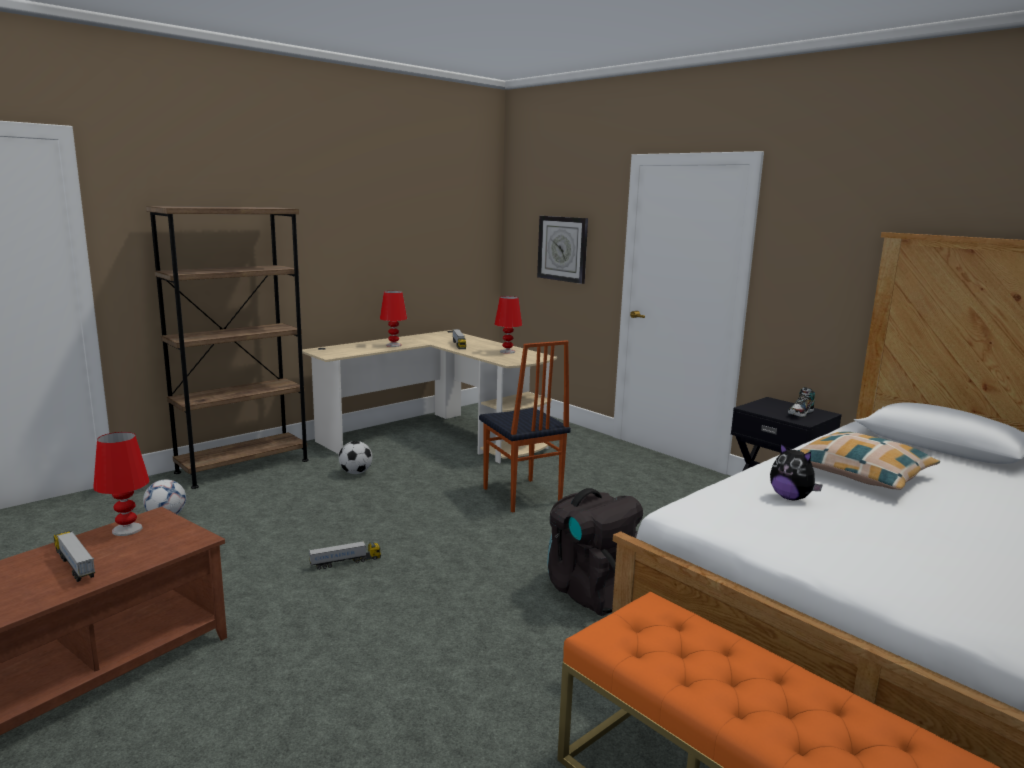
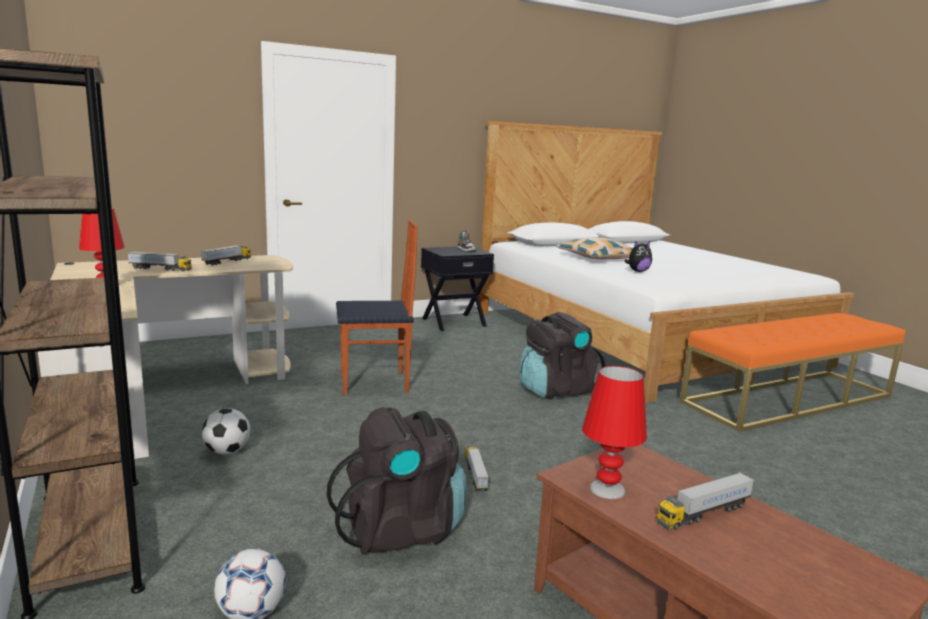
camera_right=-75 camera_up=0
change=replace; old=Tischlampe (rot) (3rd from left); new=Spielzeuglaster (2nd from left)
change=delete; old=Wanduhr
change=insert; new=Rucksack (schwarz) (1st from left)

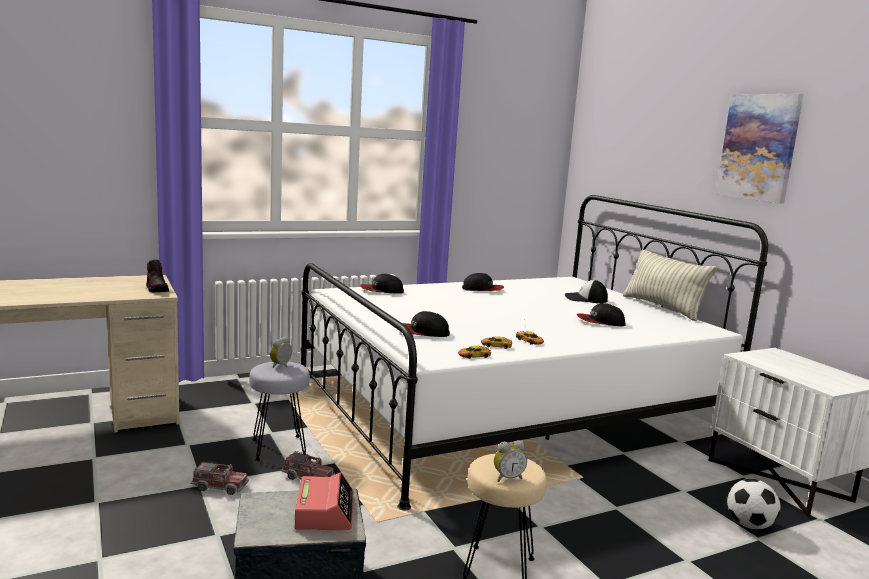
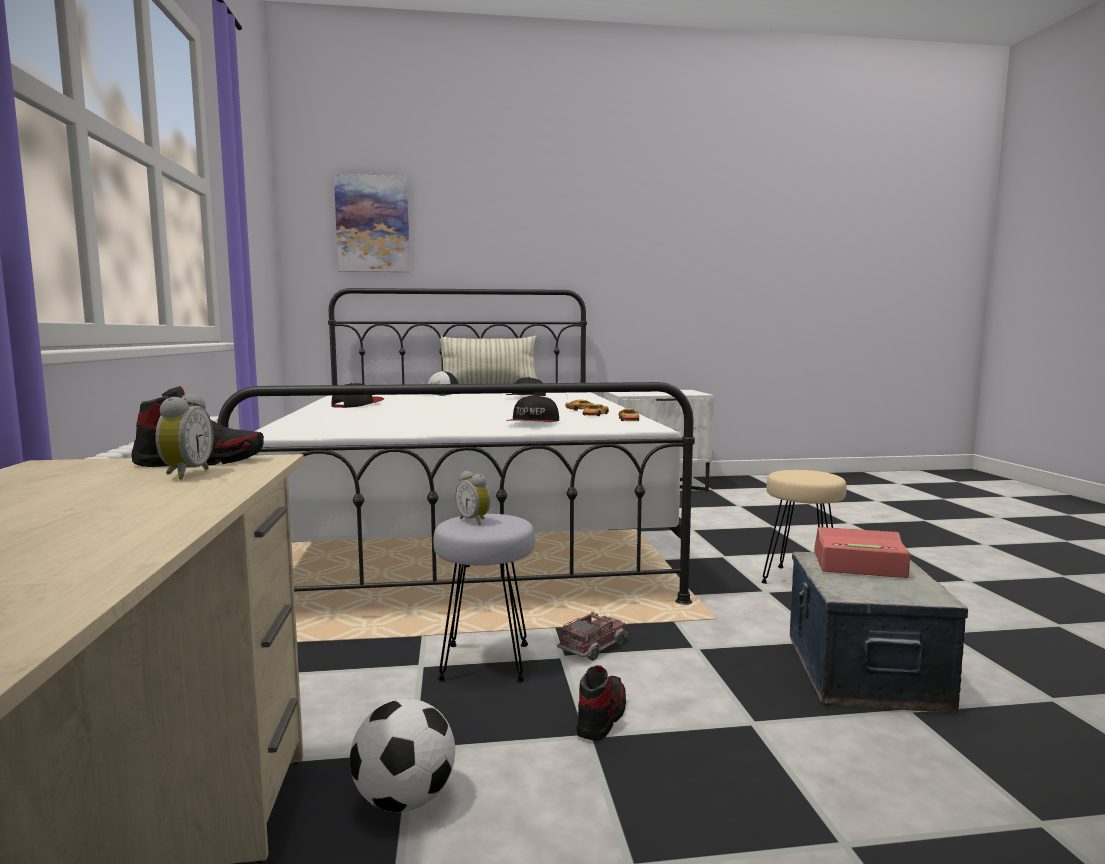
camera_right=-70 camera_up=-5
change=replace; old=Spielzeuglaster (1st from left); new=Schuh (2nd from left)
change=delete; old=Kappe (1st from left)
change=move; old=Wecker (3rd from left in the first image); new=Wecker (1st from left)
change=move; old=Bild
change=move; old=Fußball

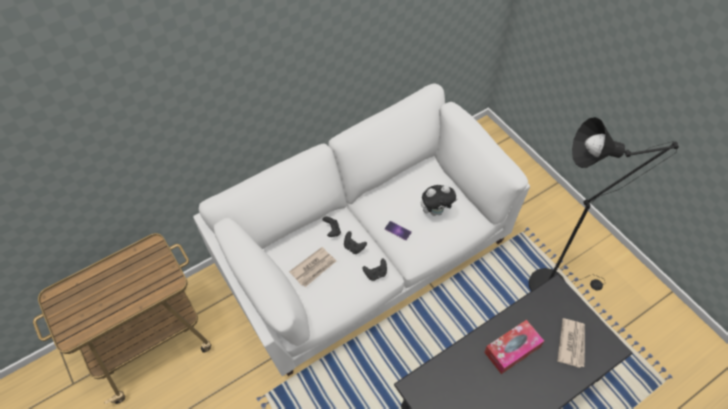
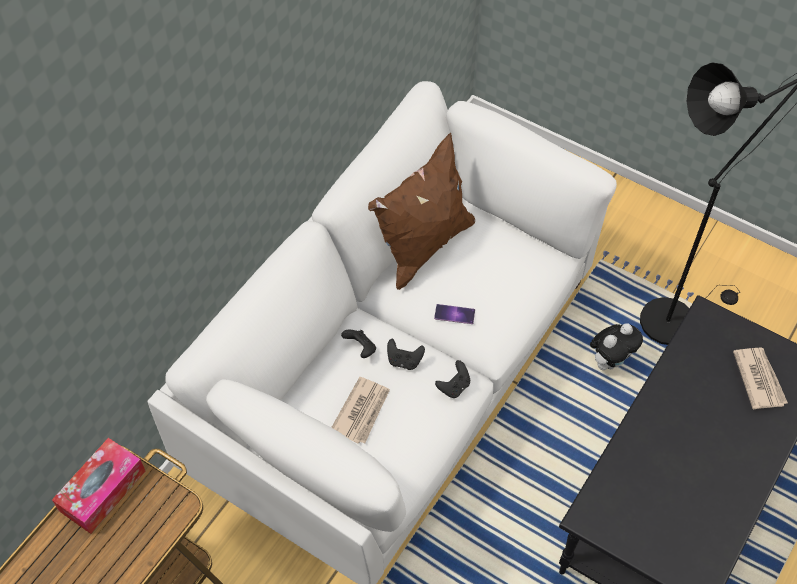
camera_right=-25 camera_up=0
change=move; old=Plüschtier
change=move; old=Taschentuchbox
change=insert; new=Kissen (braun)

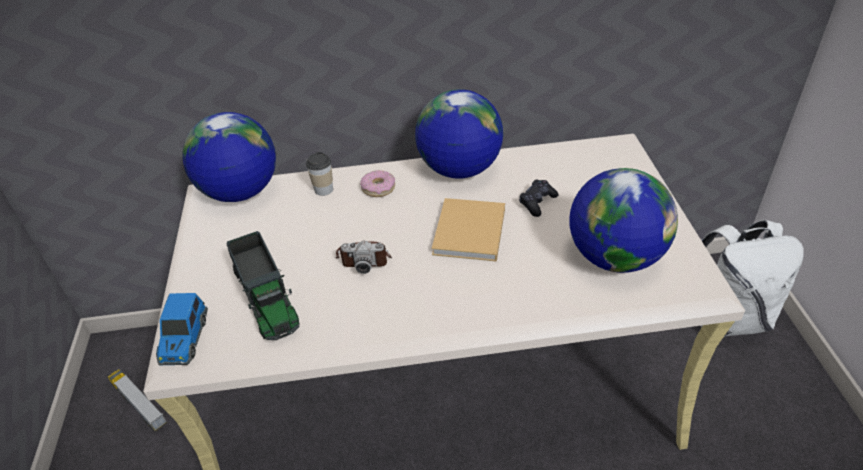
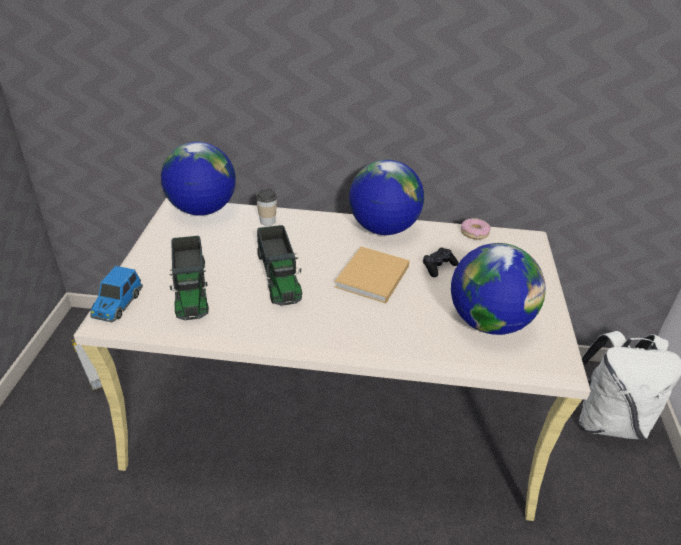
camera_right=10 camera_up=-5
change=replace; old=Kamera; new=Spielzeuglaster (3rd from left)
change=move; old=Donut

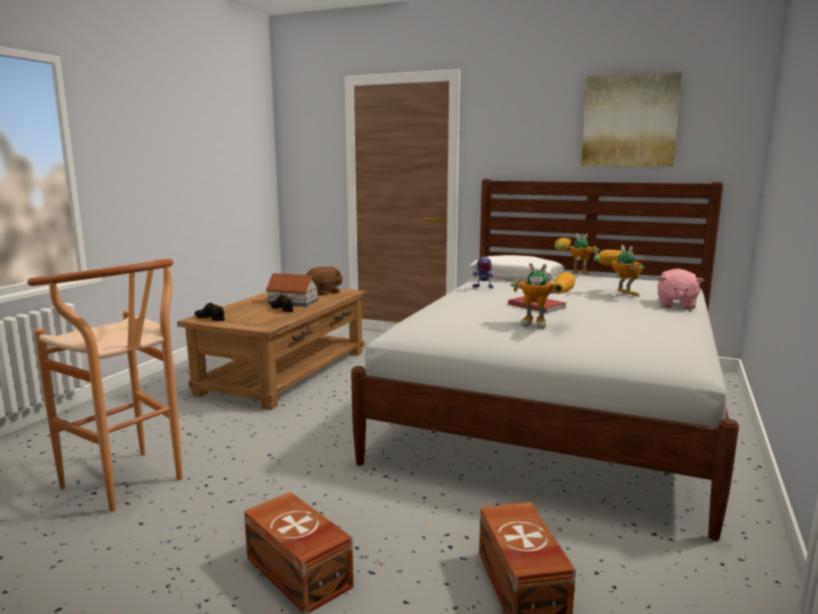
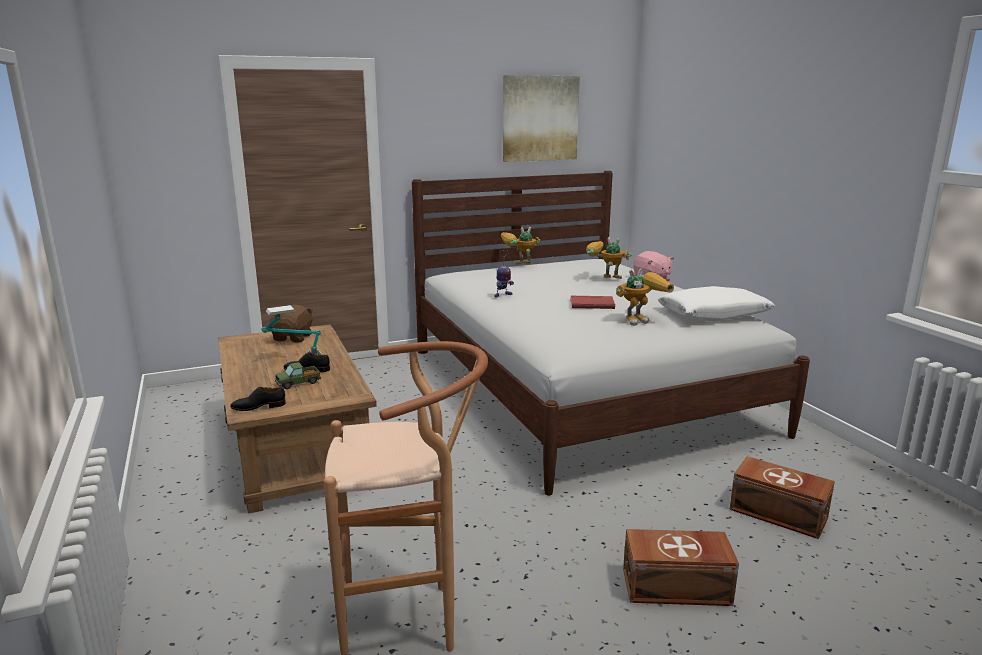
camera_right=-45 camera_up=5
change=replace; old=Spielzeughaus; new=Tischlampe
change=move; old=Kissen (weiß)
change=insert; new=Spielzeuglaster

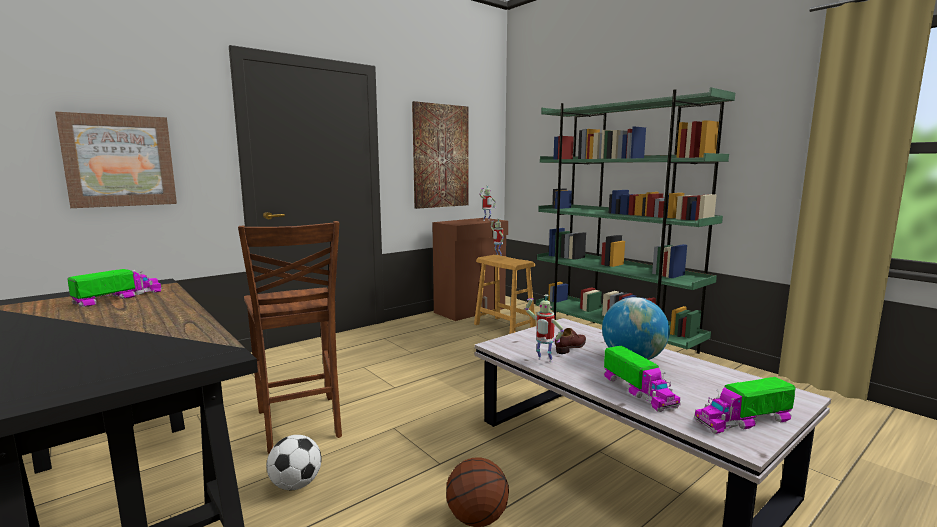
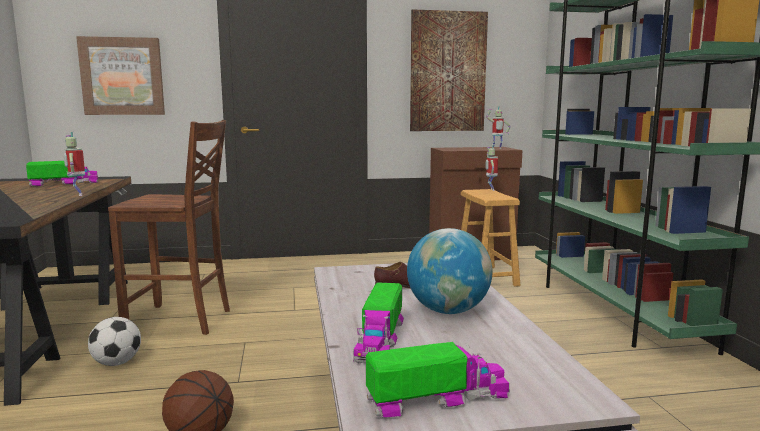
camera_right=30 camera_up=0
change=rotate; old=Stuhl (braun); degrees=-90
change=move; old=Spielzeugroboter (3rd from left in the first image); new=Spielzeugroboter (1st from left)
change=rotate; old=Spielzeuglaster (3rd from left); degrees=150

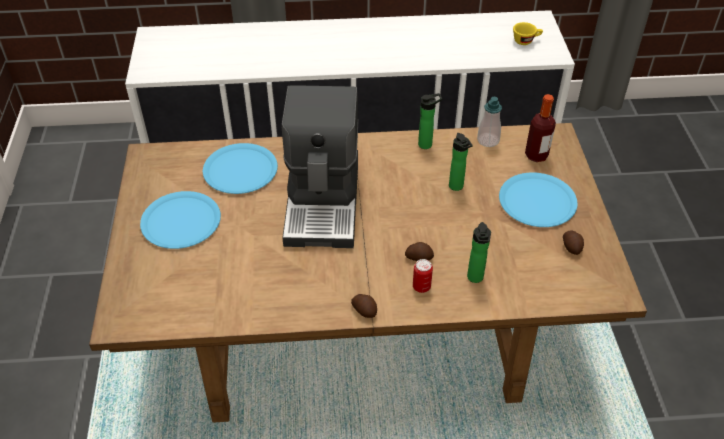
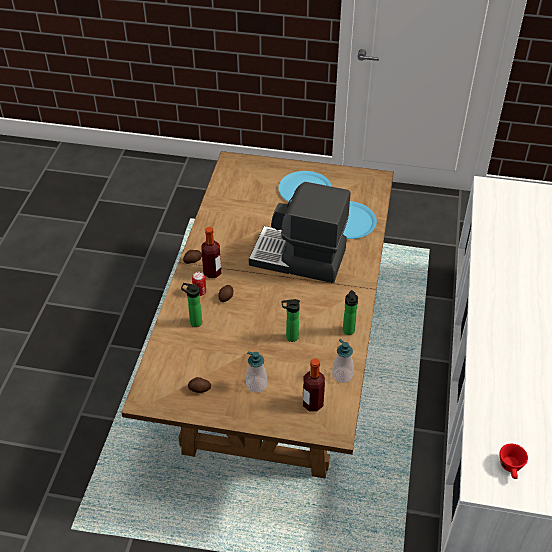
camera_right=105 camera_up=0
change=replace; old=Teller (blau) (3rd from left); new=Seifenspender (1st from left)
change=recolor; old=Tasse (gelb); new=Tasse (rot)
change=insert; new=Flasche (2nd from left)

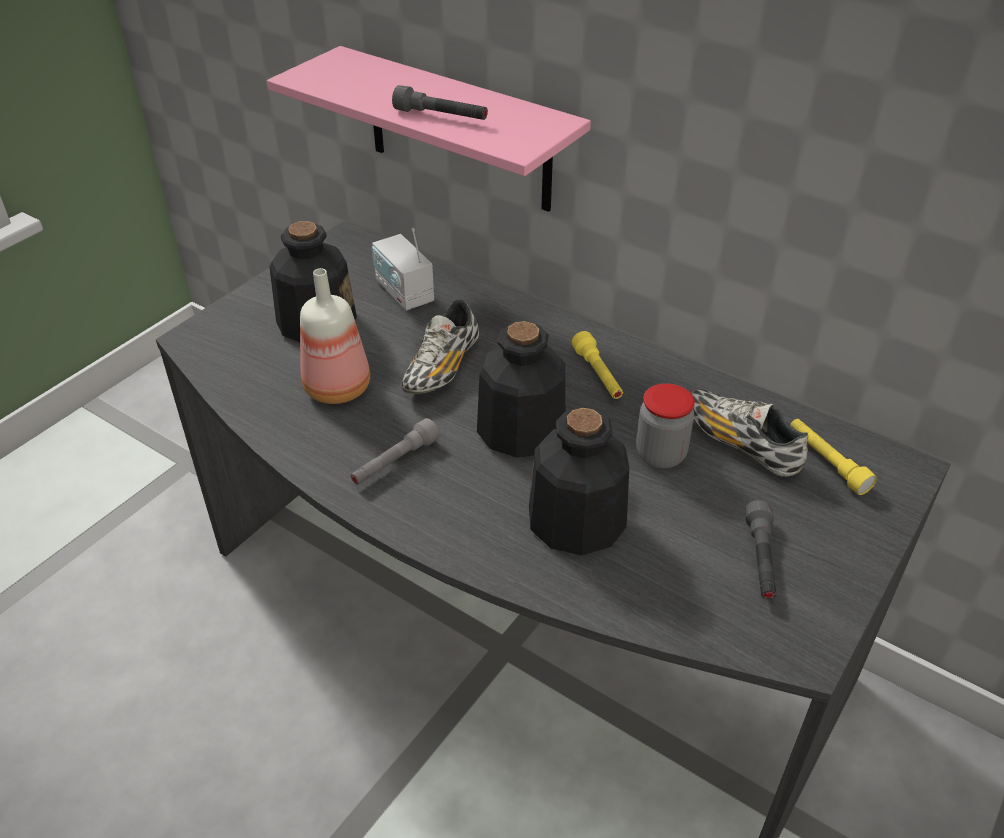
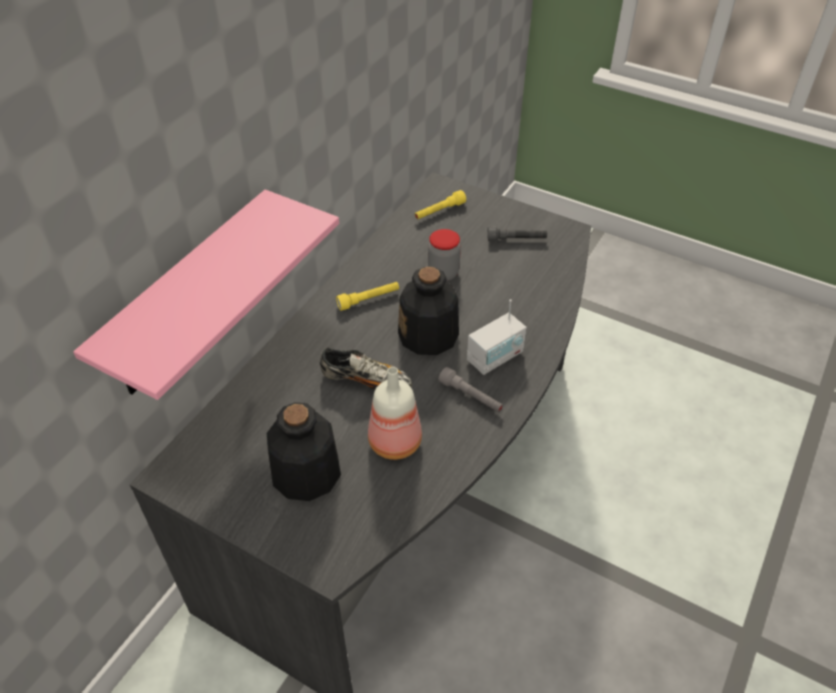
camera_right=-95 camera_up=5
change=move; old=Radio
change=delete; old=Taschenlampe (grau) (2nd from left)
change=delete; old=Flasche (4th from left)
change=delete; old=Schuh (2nd from left)

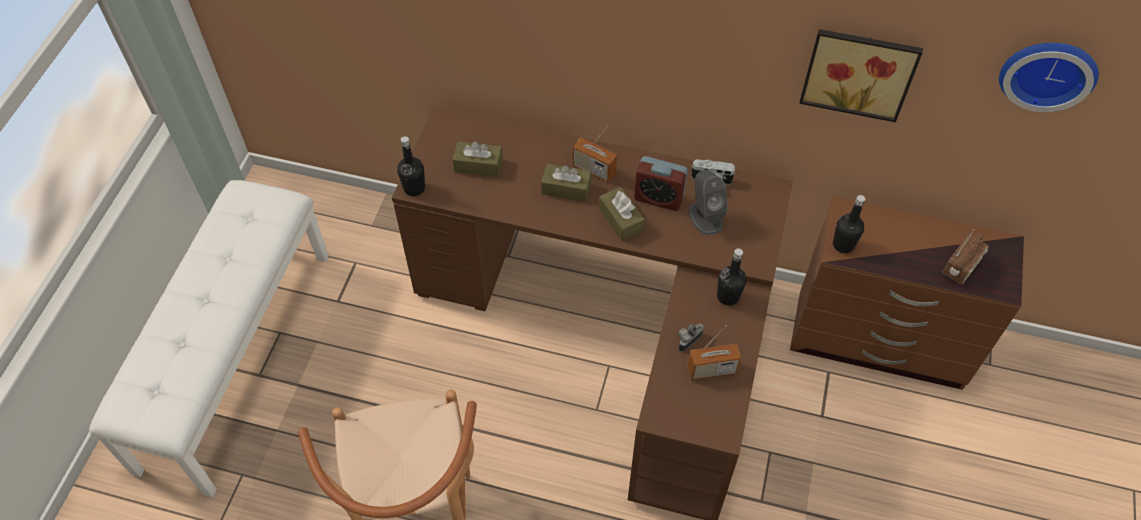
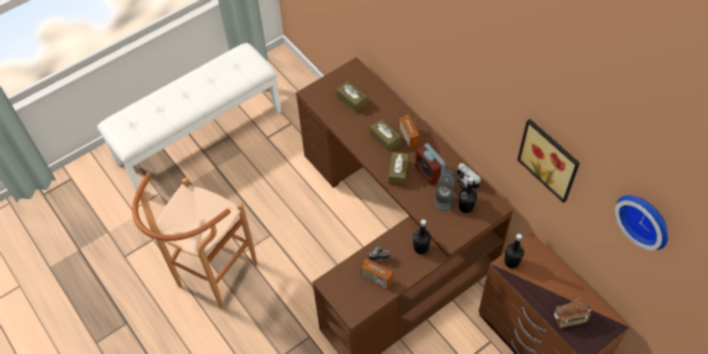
camera_right=40 camera_up=0
change=move; old=Flasche (schwarz) (1st from left in the first image); new=Flasche (schwarz) (2nd from left)

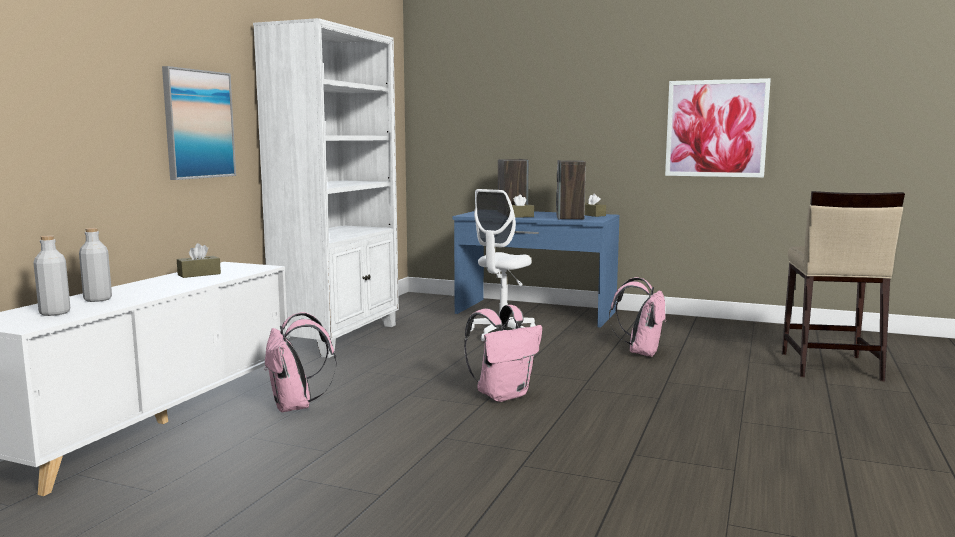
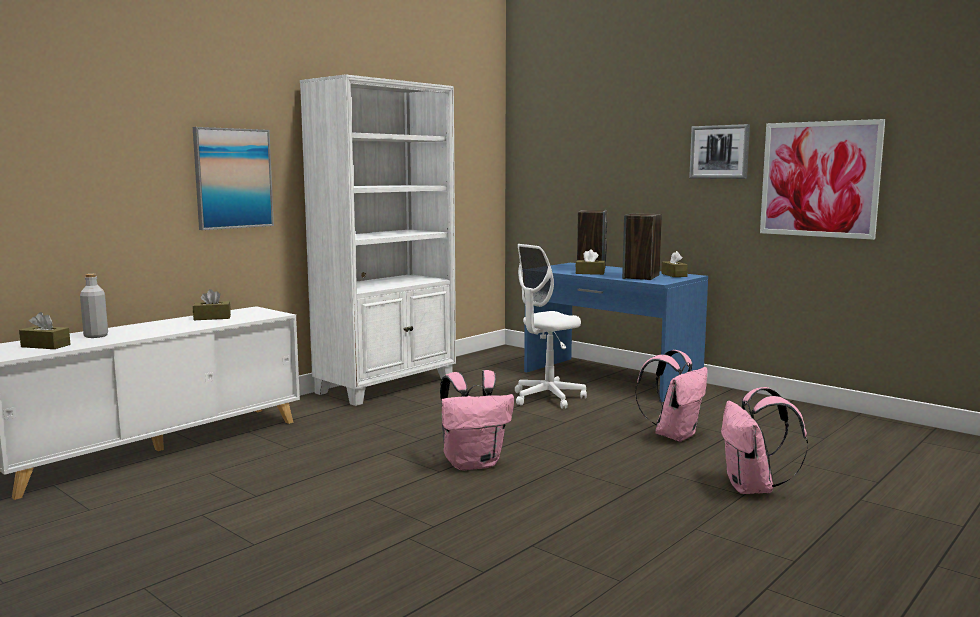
camera_right=20 camera_up=0
change=replace; old=Flasche (grau) (1st from left); new=Taschentuchbox (braun) (1st from left)
change=move; old=Rucksack (rosa) (1st from left in the first image); new=Rucksack (rosa) (3rd from left)
change=delete; old=Hocker (beige)
change=insert; new=Bild (2nd from left)

